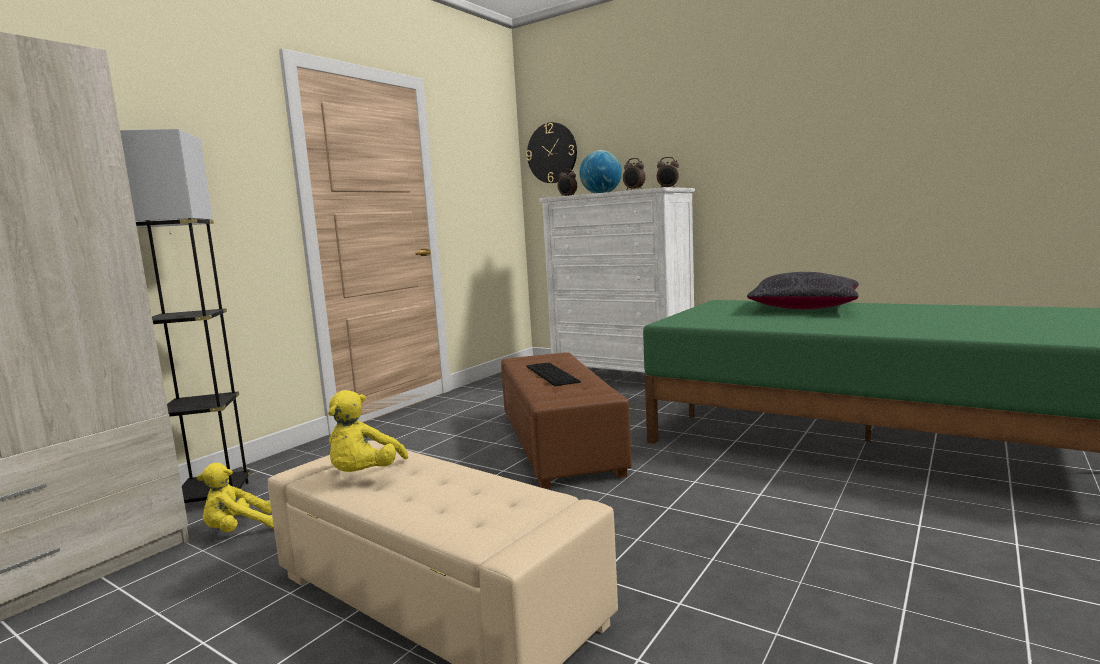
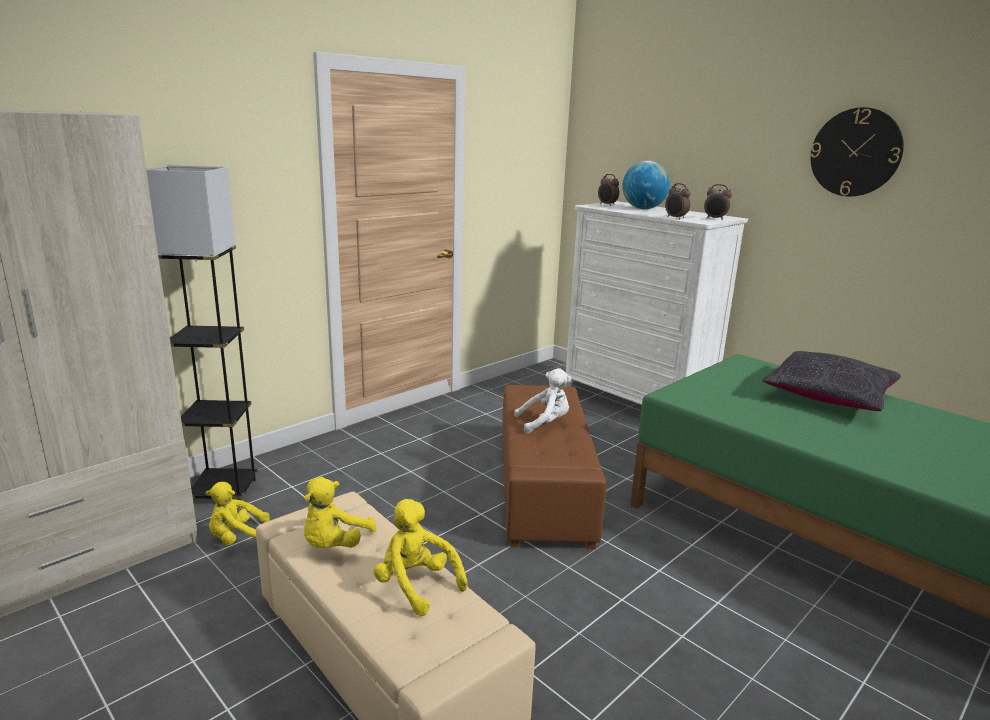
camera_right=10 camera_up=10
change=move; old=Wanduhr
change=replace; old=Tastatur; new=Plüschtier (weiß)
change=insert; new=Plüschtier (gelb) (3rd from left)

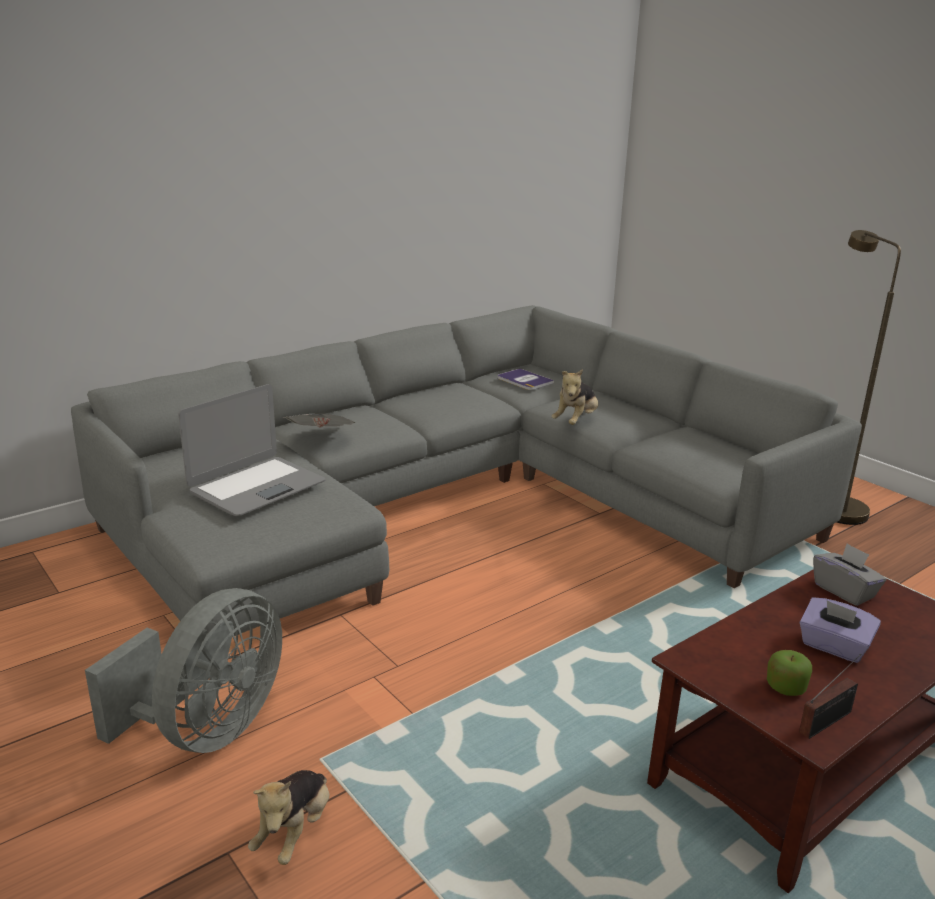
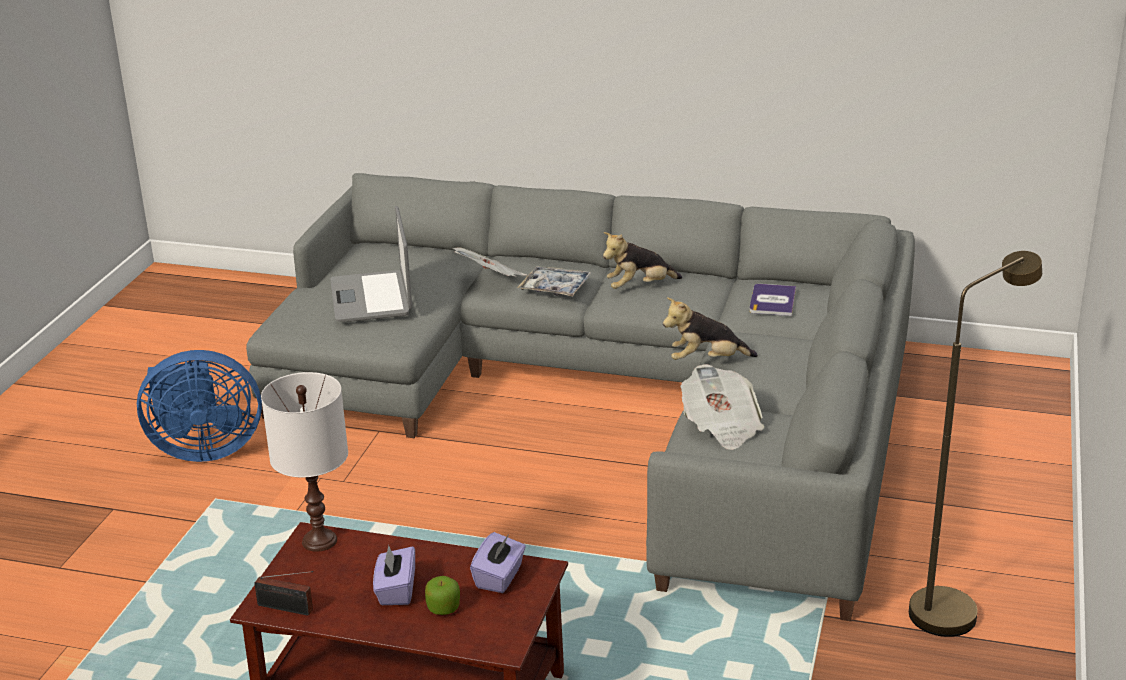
camera_right=55 camera_up=5
change=recolor; old=Ventilator (grau); new=Ventilator (blau)
change=rotate; old=Laptop; degrees=75
change=move; old=Plüschtier (1st from left)
change=move; old=Apfel
change=recolor; old=Taschentuchbox (grau); new=Taschentuchbox (lila) (2nd from left)
change=insert; new=Tischlampe (weiß)
change=insert; new=Tablett
change=insert; new=Zeitung (2nd from left)

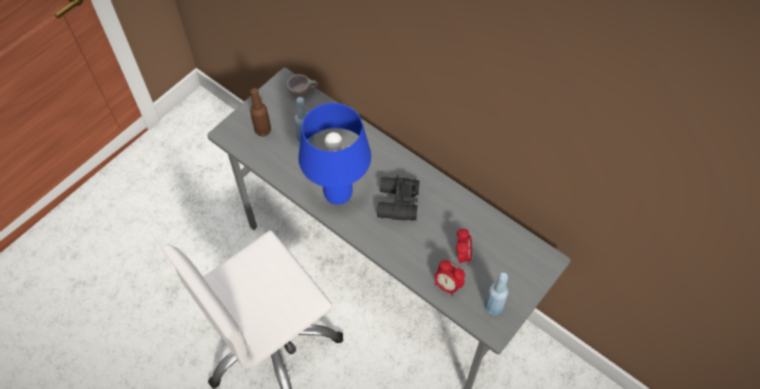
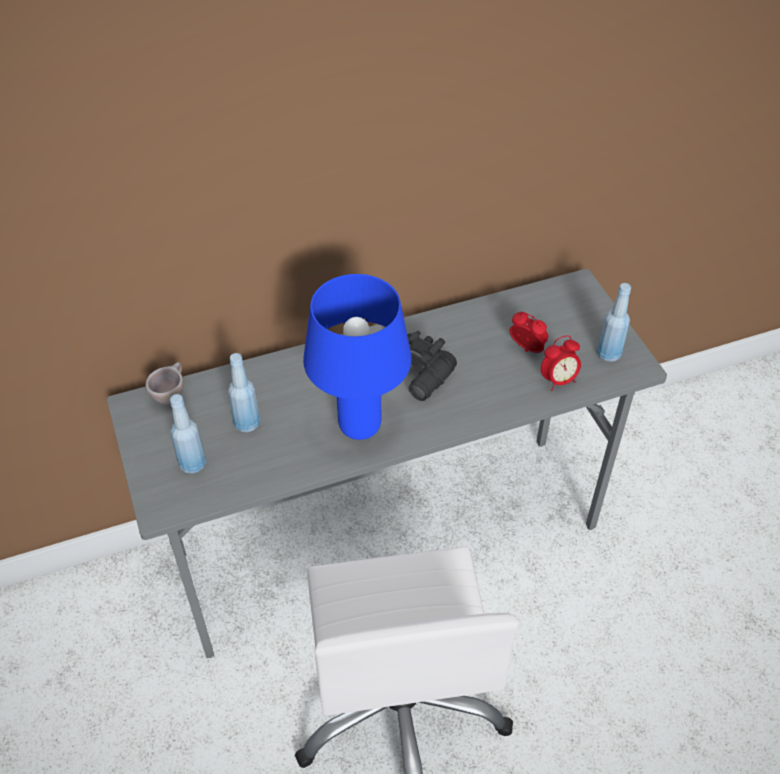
camera_right=-60 camera_up=-10
change=recolor; old=Flasche (braun); new=Flasche (blau) (1st from left)

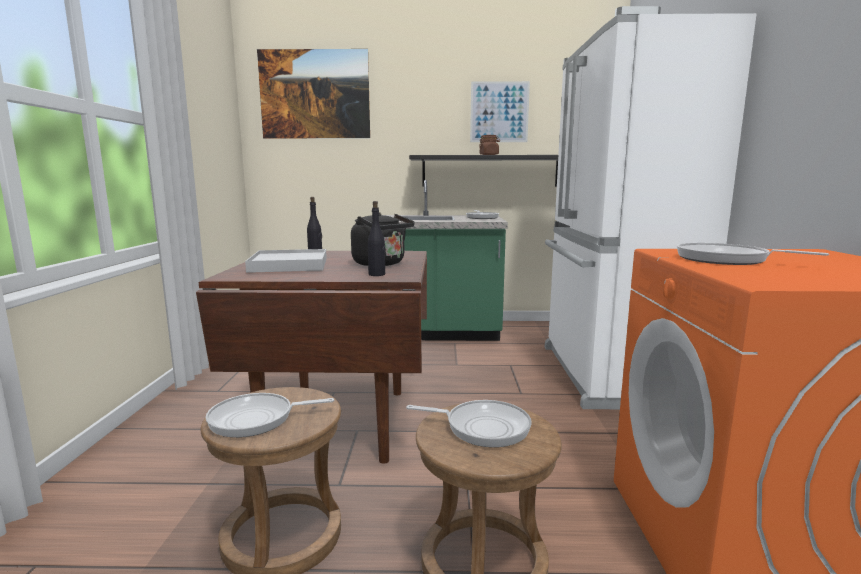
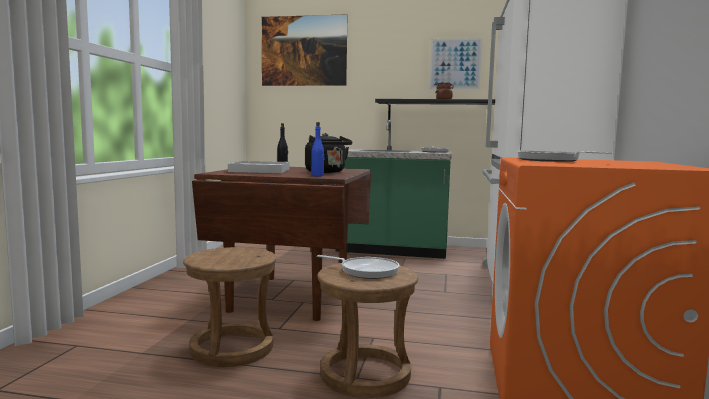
camera_right=10 camera_up=-5
change=delete; old=Pfanne (1st from left)
change=recolor; old=Flasche (schwarz) (2nd from left); new=Flasche (blau)

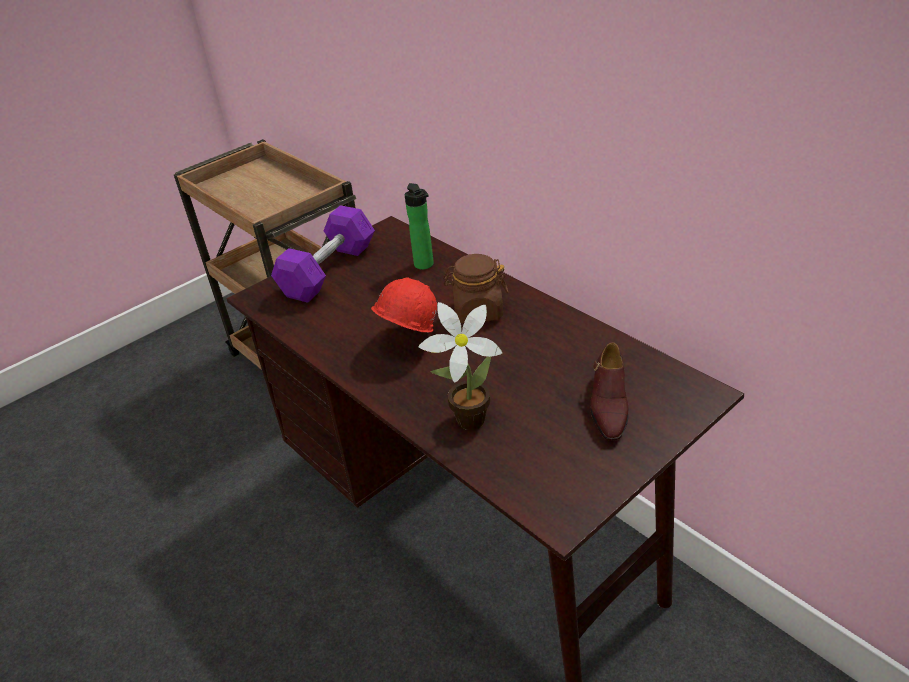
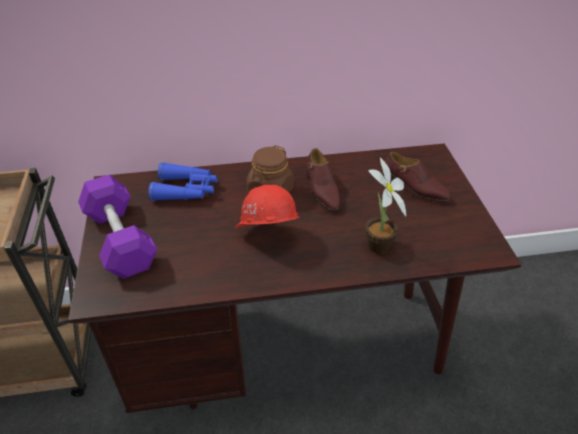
camera_right=-60 camera_up=5
change=replace; old=Flasche; new=Fernglas (blau)
change=insert; new=Schuh (braun) (1st from left)

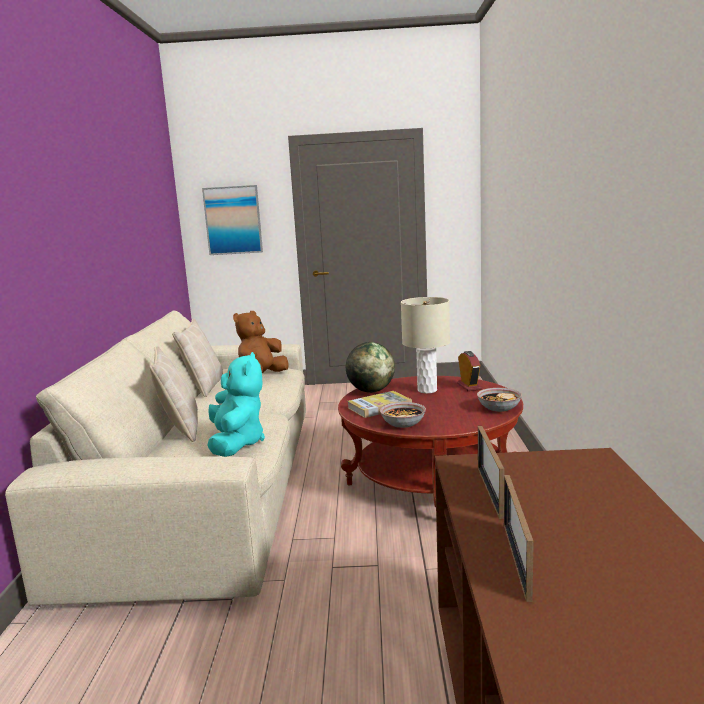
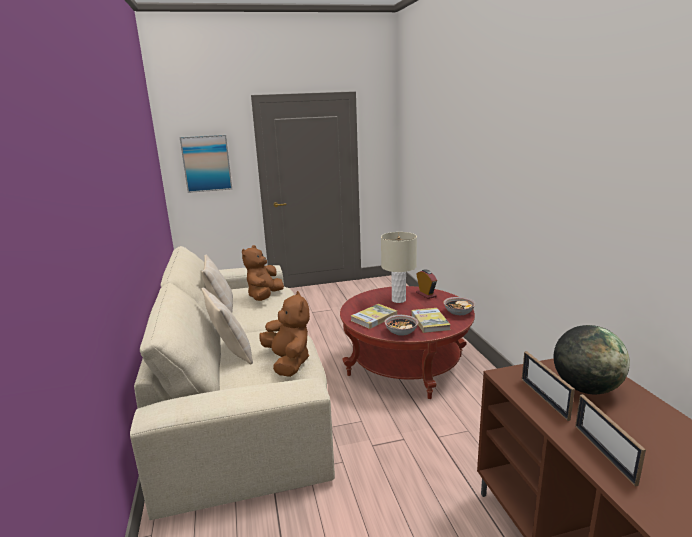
camera_right=-15 camera_up=5
change=recolor; old=Plüschtier (türkis); new=Plüschtier (braun) (2nd from left)
change=move; old=Globus
change=insert; new=Buch (2nd from left)

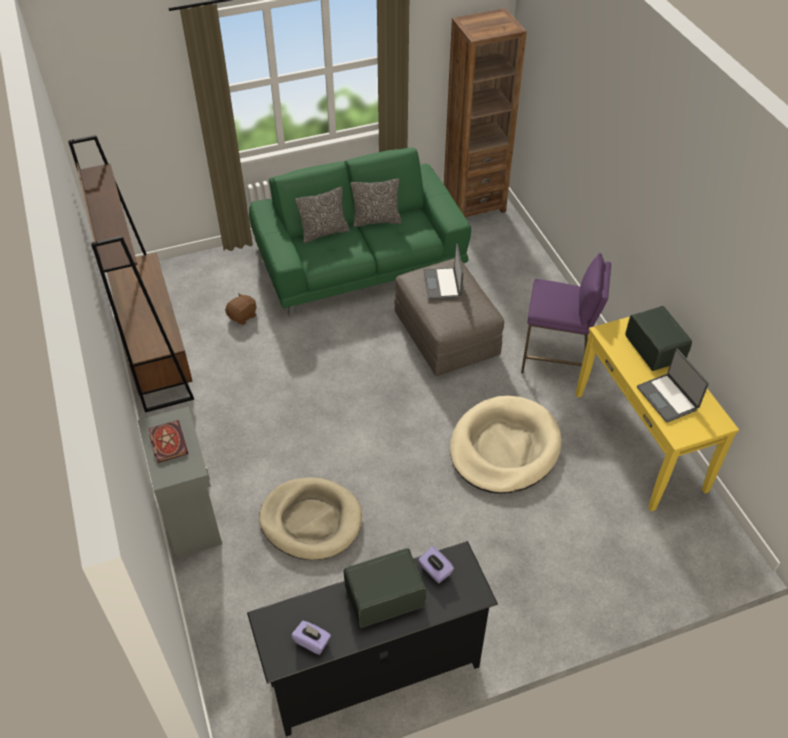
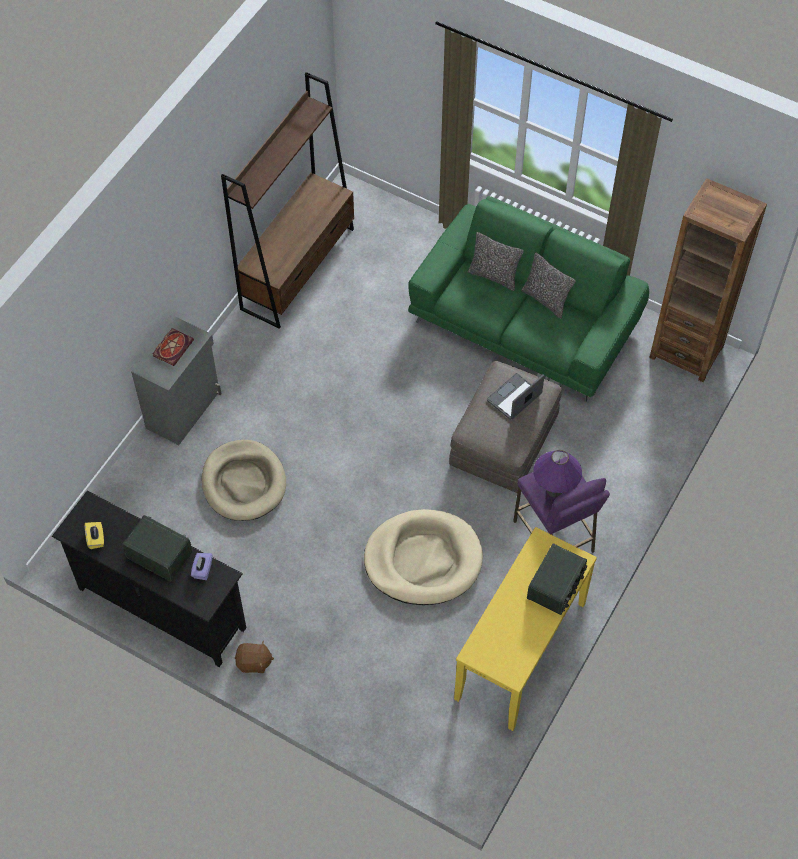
camera_right=50 camera_up=10
change=move; old=Plüschtier (braun)
change=recolor; old=Taschentuchbox (lila) (1st from left); new=Taschentuchbox (gelb)
change=delete; old=Laptop (2nd from left)
change=insert; new=Tischlampe (lila)

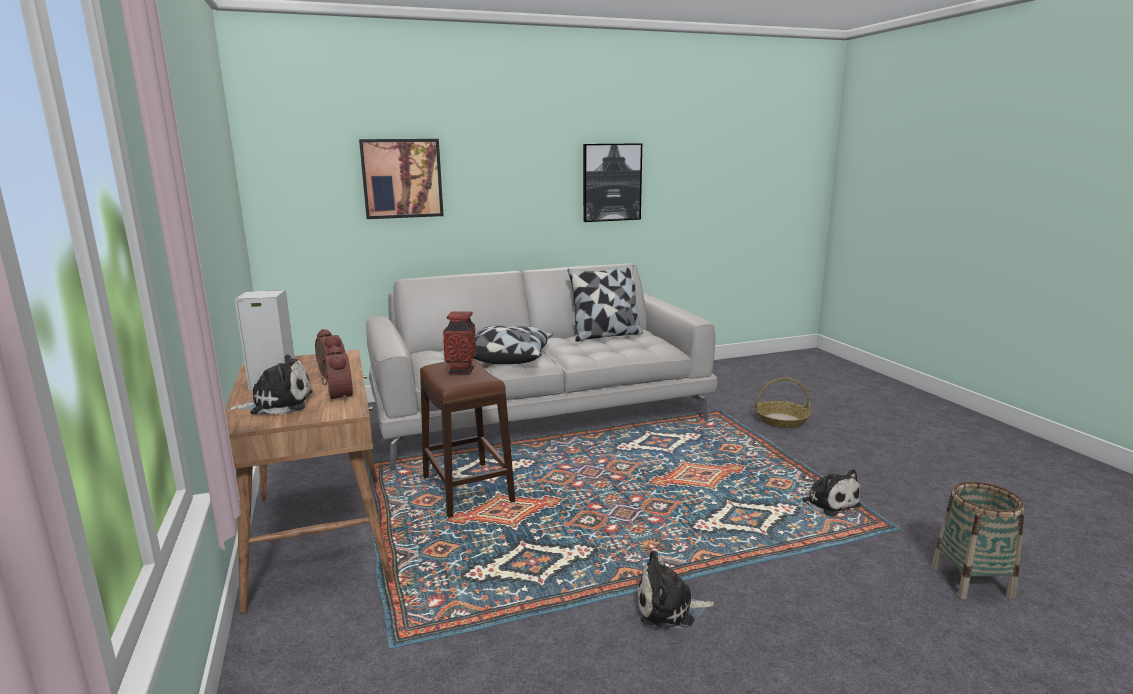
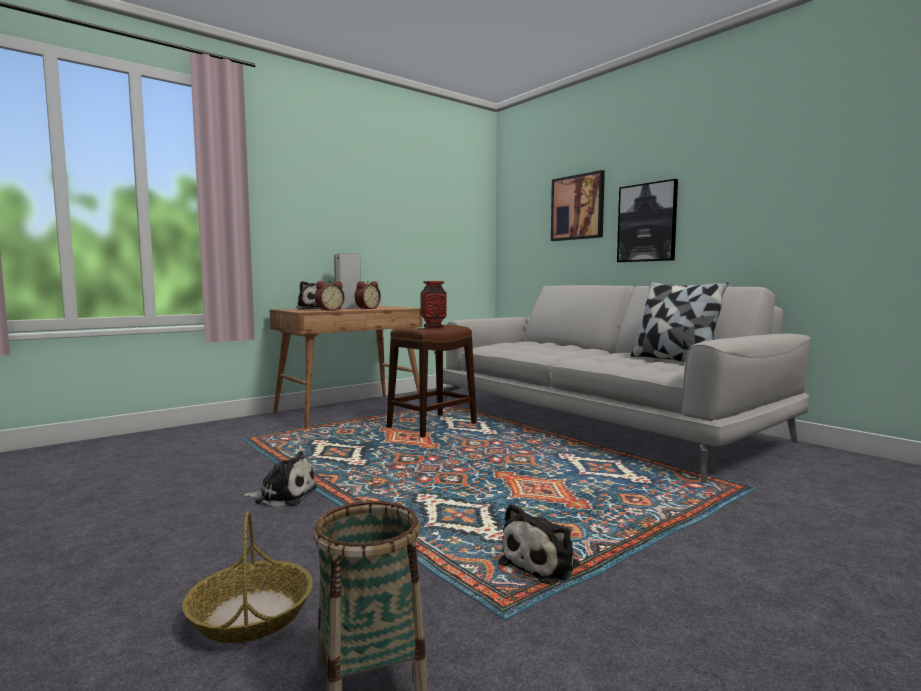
camera_right=70 camera_up=-10
change=delete; old=Kissen (1st from left)
change=move; old=Bild (2nd from left)
change=rotate; old=Plüschtier (2nd from left in the first image); degrees=120
change=move; old=Korb (1st from left)

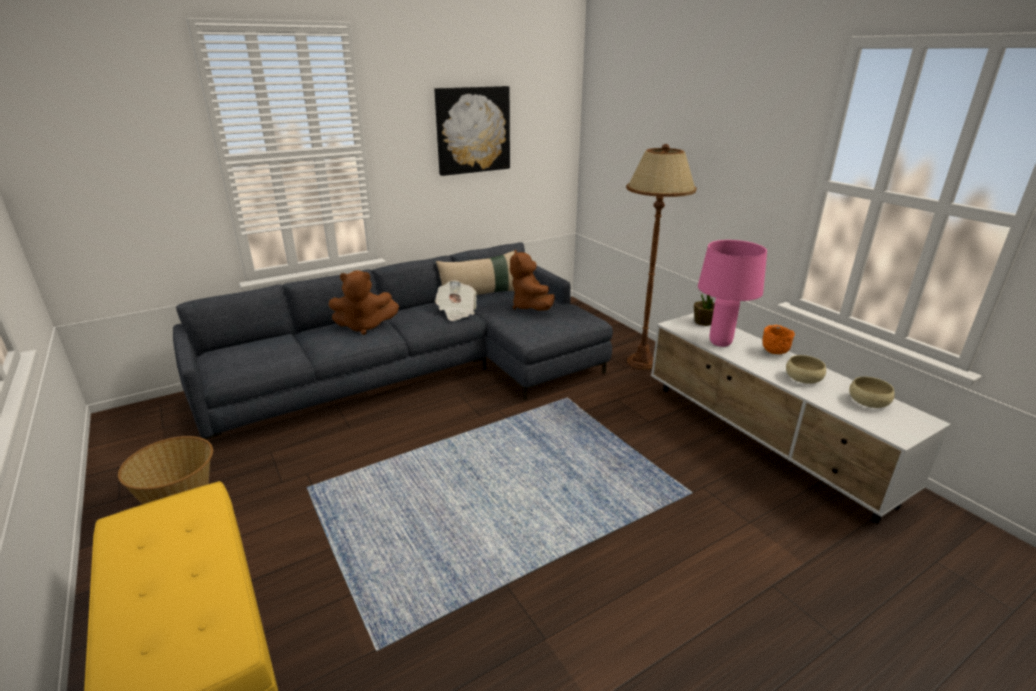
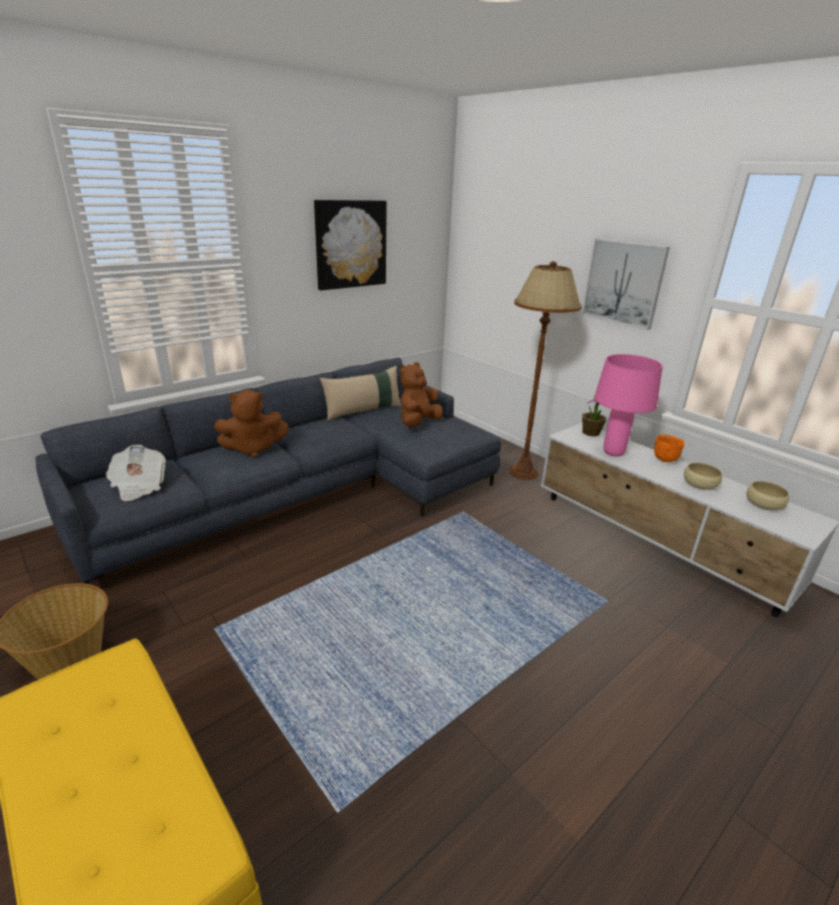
camera_right=-10 camera_up=0
change=move; old=Zeitung
change=rotate; old=Plüschtier (braun) (2nd from left); degrees=60
change=insert; new=Bild (2nd from left)

